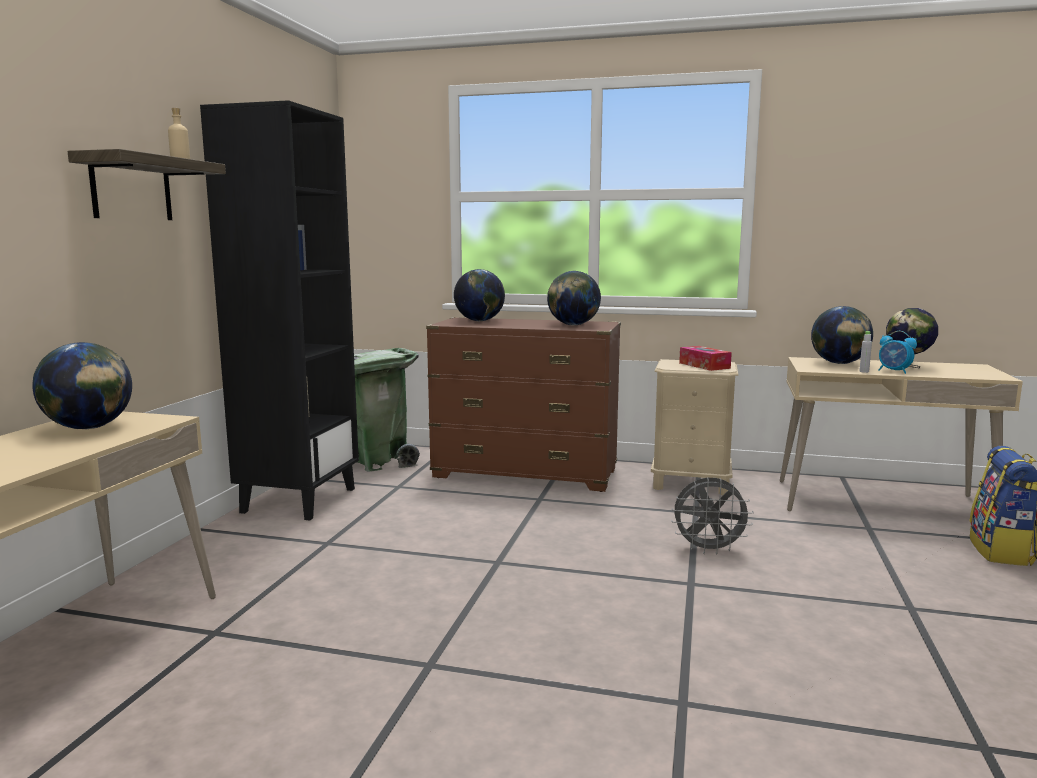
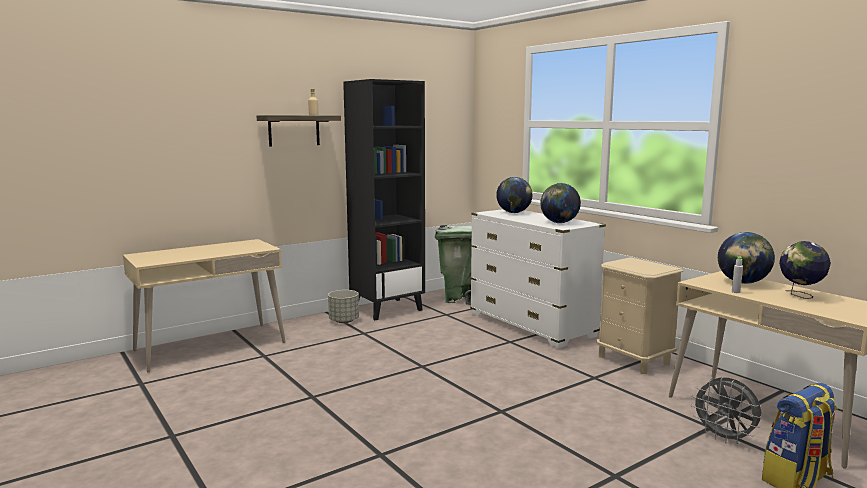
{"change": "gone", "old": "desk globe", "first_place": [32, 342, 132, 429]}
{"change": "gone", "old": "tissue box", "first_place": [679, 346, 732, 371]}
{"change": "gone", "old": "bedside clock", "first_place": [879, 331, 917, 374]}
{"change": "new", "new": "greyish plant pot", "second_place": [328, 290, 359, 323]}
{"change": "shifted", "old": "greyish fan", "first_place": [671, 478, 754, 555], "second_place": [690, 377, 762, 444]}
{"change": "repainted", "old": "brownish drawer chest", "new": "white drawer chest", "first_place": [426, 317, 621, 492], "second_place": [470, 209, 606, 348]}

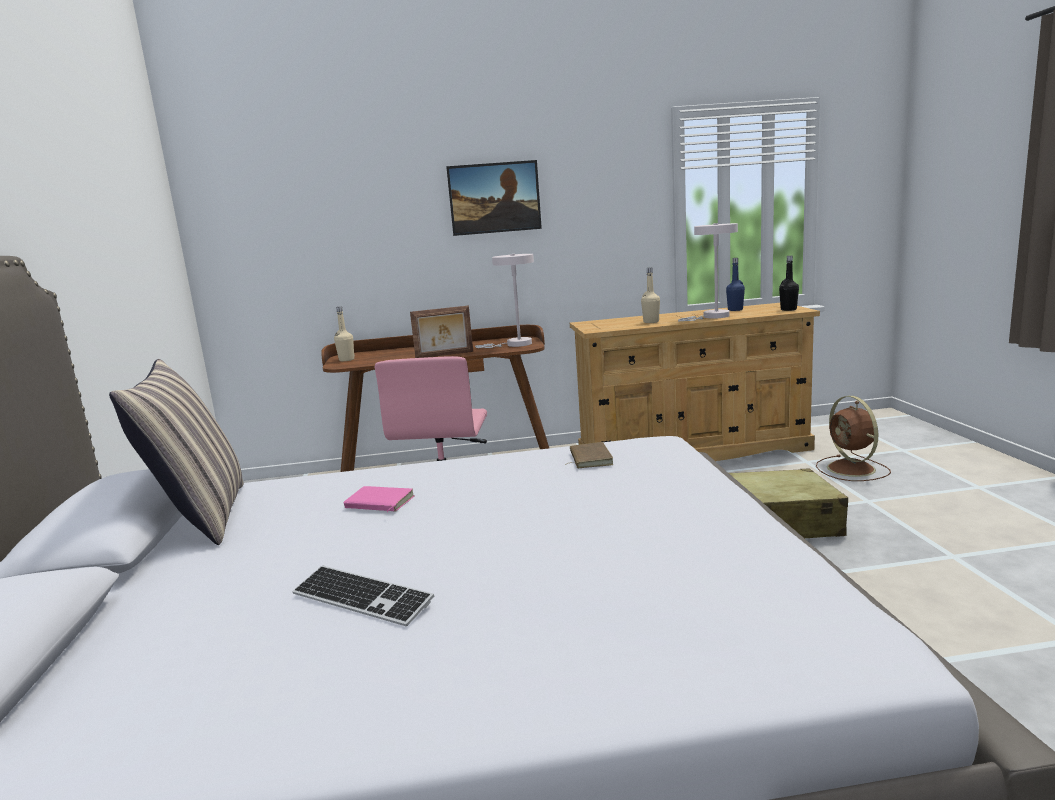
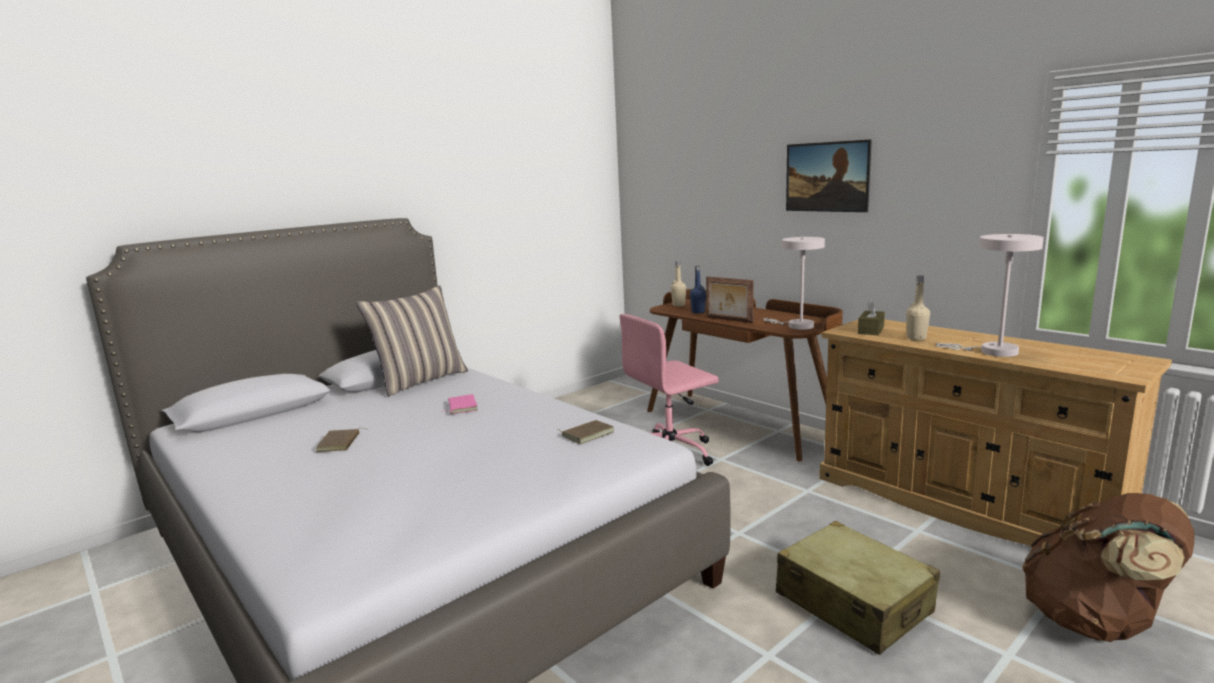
{"change": "gone", "old": "black bottle", "first_place": [779, 256, 799, 311]}
{"change": "new", "new": "brownish tissue box", "second_place": [858, 300, 885, 335]}
{"change": "shifted", "old": "blue-coloured bottle", "first_place": [726, 258, 745, 311], "second_place": [690, 266, 706, 313]}
{"change": "swapped", "old": "PC keyboard", "new": "brownish volume", "first_place": [292, 566, 434, 626], "second_place": [316, 428, 368, 452]}
{"change": "swapped", "old": "brownish fan", "new": "brownish knapsack", "first_place": [816, 396, 891, 481], "second_place": [1022, 493, 1195, 642]}

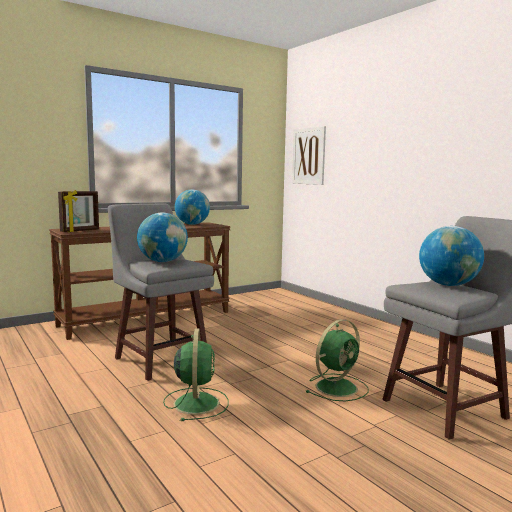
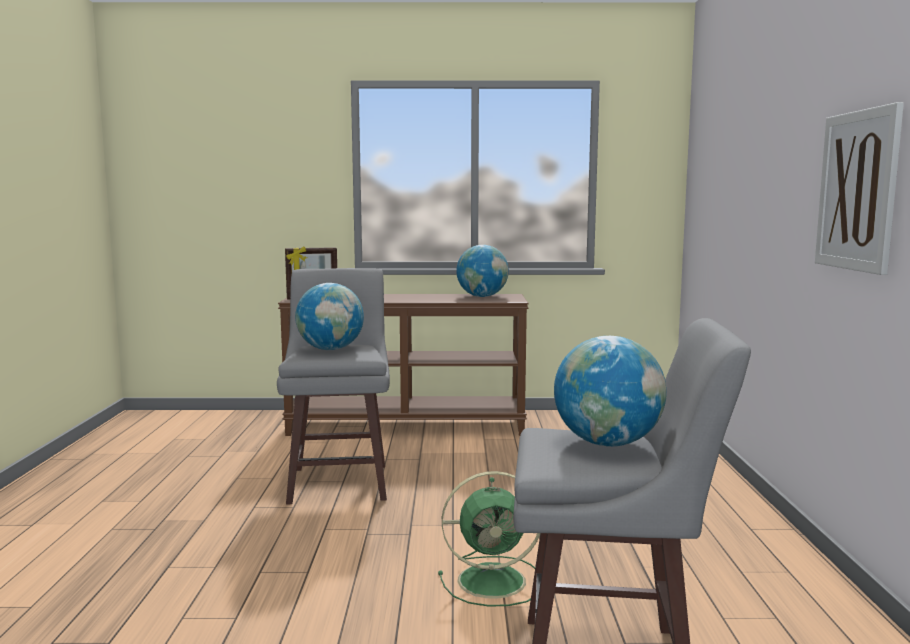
{"change": "gone", "old": "greenish fan", "first_place": [163, 329, 229, 421]}
{"change": "shifted", "old": "wall art", "first_place": [292, 126, 326, 185], "second_place": [815, 102, 904, 275]}

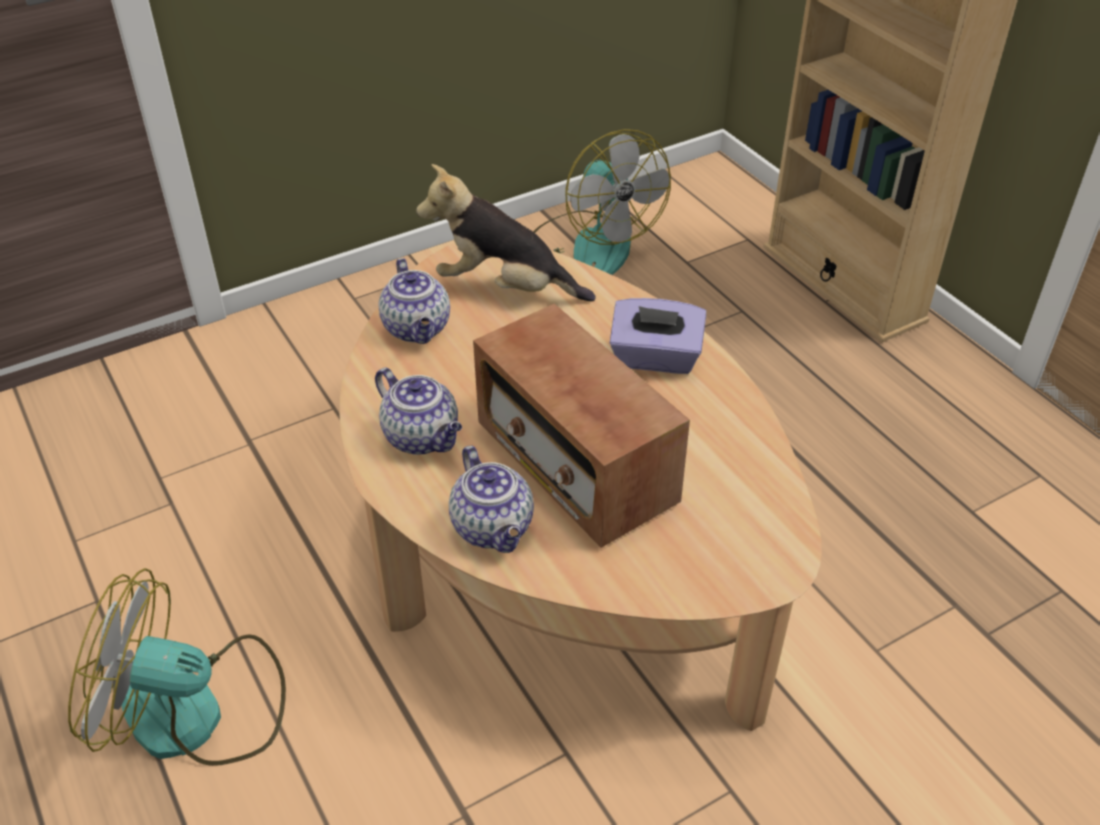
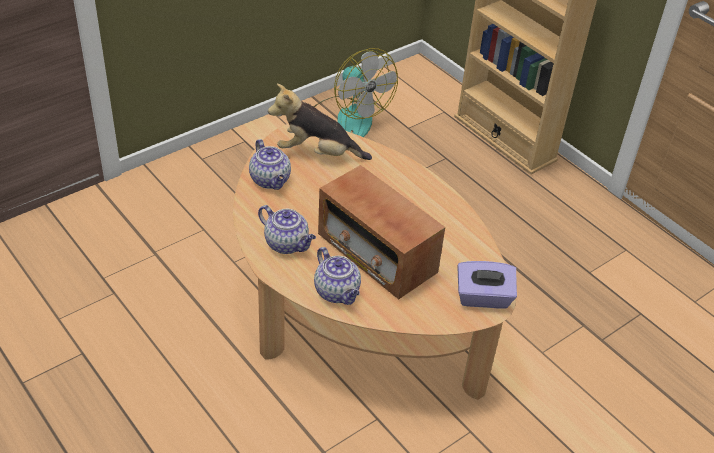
{"change": "gone", "old": "fan", "first_place": [68, 568, 286, 766]}
{"change": "shifted", "old": "purplish tissue box", "first_place": [610, 298, 706, 374], "second_place": [457, 261, 517, 309]}

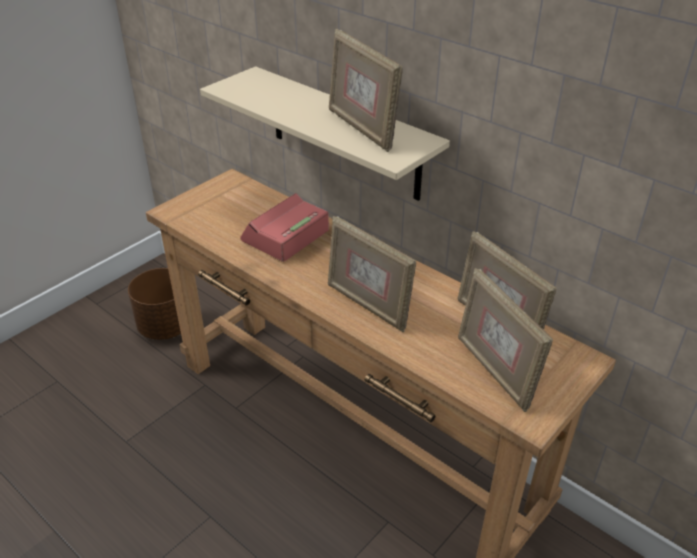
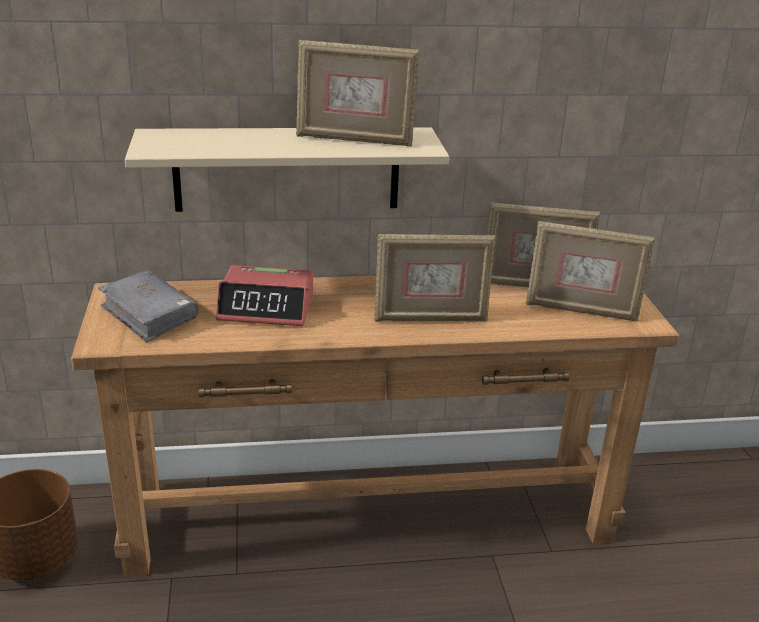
{"change": "new", "new": "greyish volume", "second_place": [98, 270, 199, 343]}
{"change": "rotated", "old": "bedside clock", "first_place": [240, 193, 329, 262], "second_place": [216, 265, 313, 326], "degrees": -75}

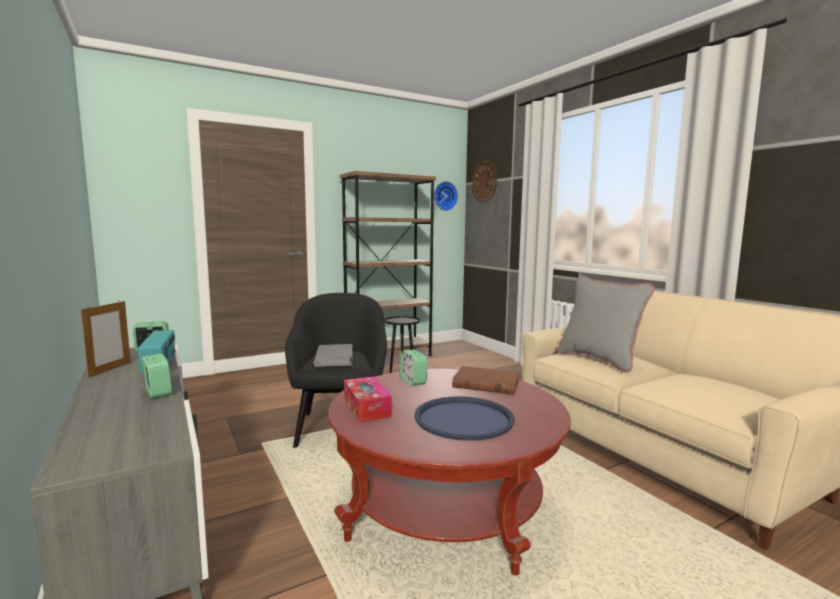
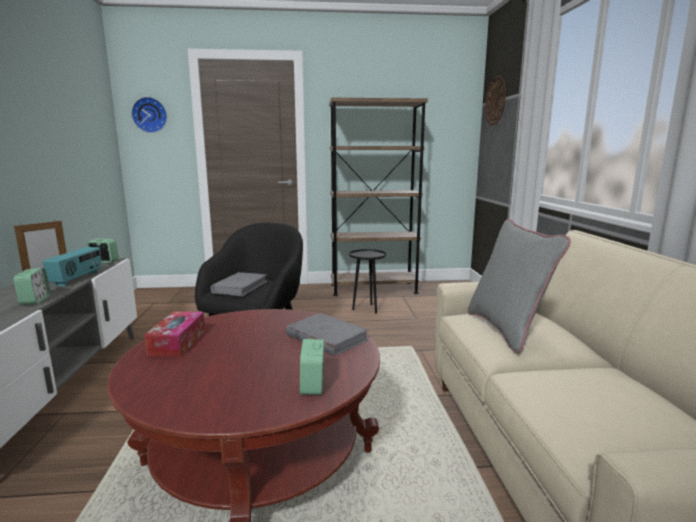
{"change": "gone", "old": "blue-coloured serving tray", "first_place": [414, 396, 515, 441]}
{"change": "shifted", "old": "bedside clock", "first_place": [400, 350, 427, 386], "second_place": [300, 339, 324, 395]}
{"change": "shifted", "old": "wall clock", "first_place": [434, 181, 458, 211], "second_place": [131, 97, 167, 133]}
{"change": "repainted", "old": "brownish volume", "new": "greyish volume", "first_place": [452, 366, 520, 395], "second_place": [286, 313, 369, 356]}

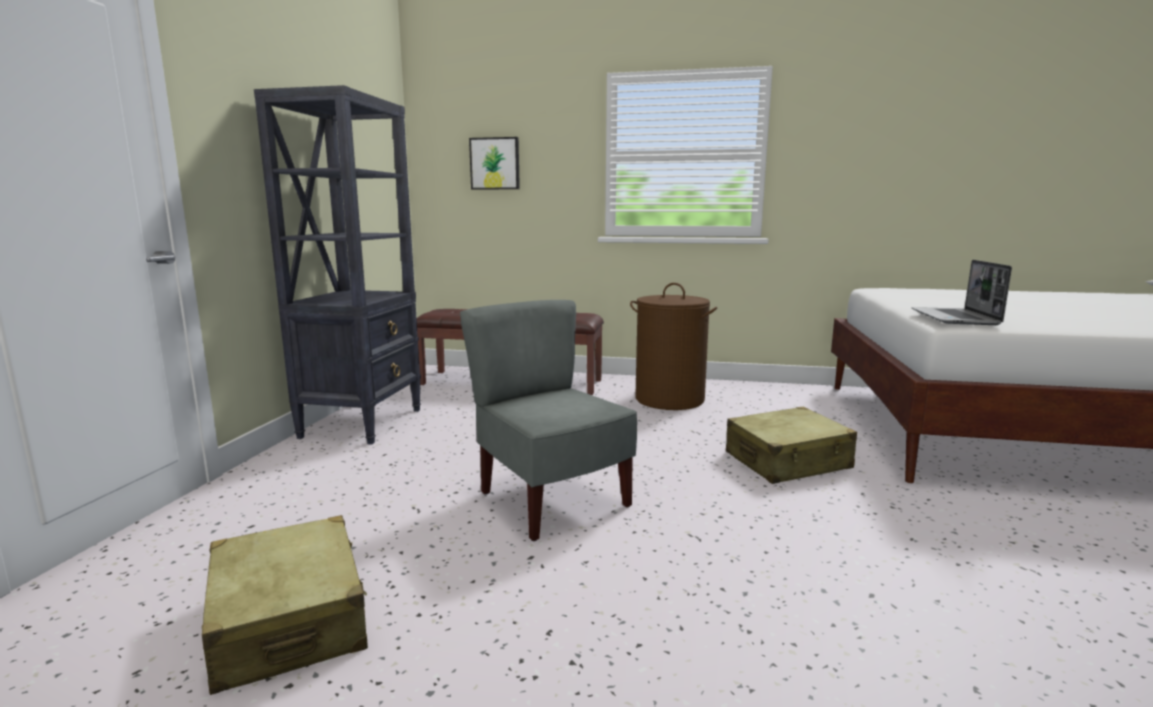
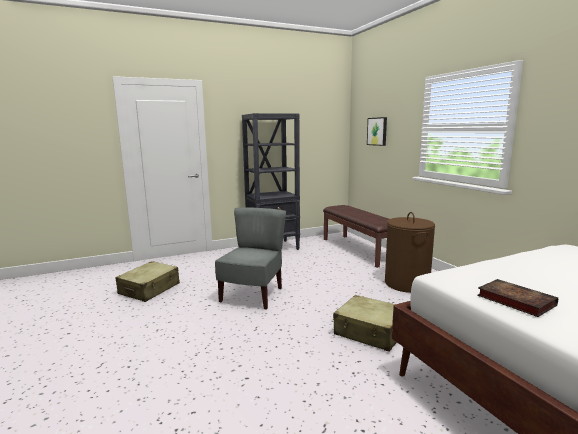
{"change": "gone", "old": "notebook computer", "first_place": [911, 260, 1012, 325]}
{"change": "new", "new": "volume", "second_place": [477, 279, 558, 317]}

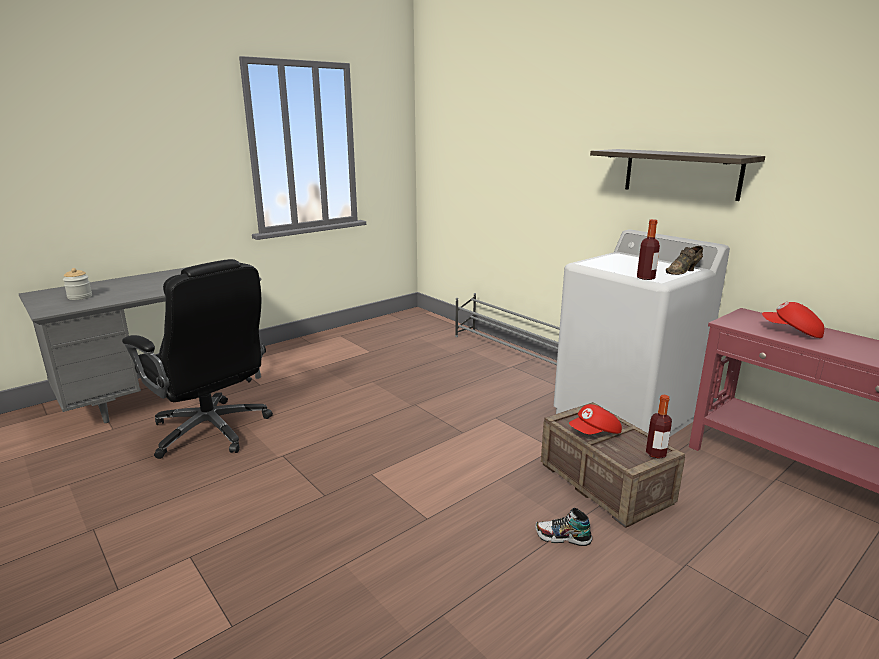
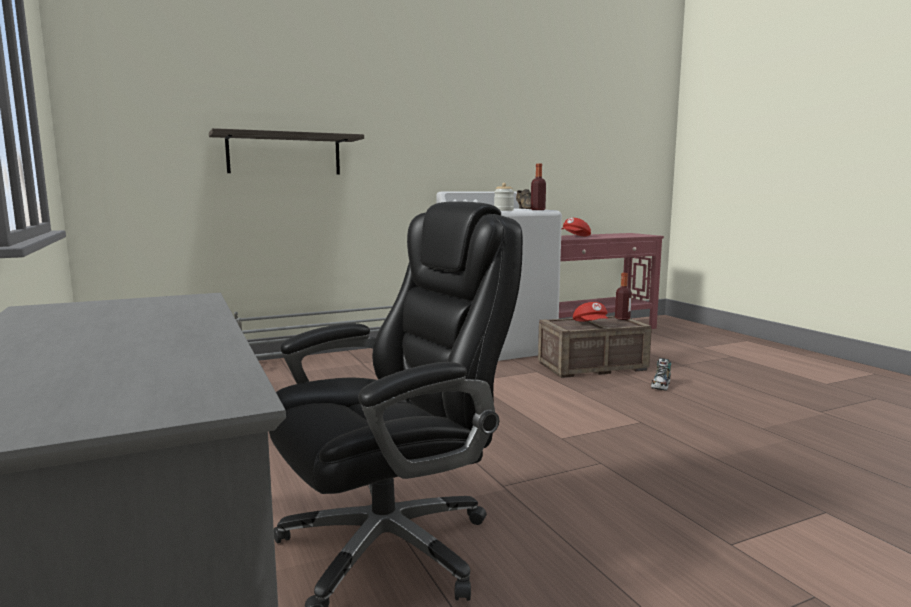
{"change": "shifted", "old": "jar", "first_place": [63, 268, 92, 300], "second_place": [494, 183, 514, 211]}
{"change": "shifted", "old": "wall shelf", "first_place": [590, 149, 765, 201], "second_place": [209, 128, 364, 175]}

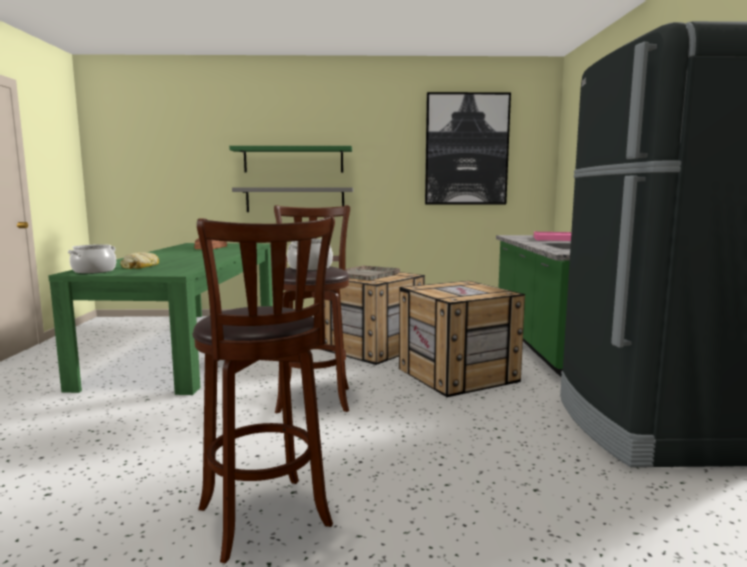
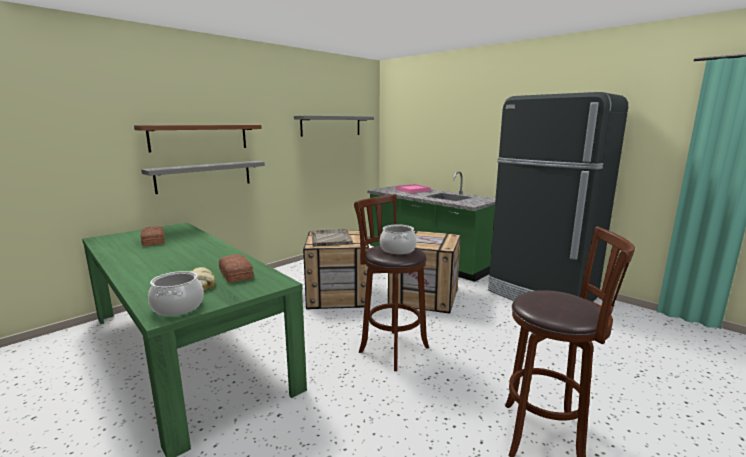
{"change": "new", "new": "baked bread", "second_place": [219, 254, 254, 283]}
{"change": "swapped", "old": "wall art", "new": "greyish wall shelf", "first_place": [425, 92, 511, 205], "second_place": [294, 116, 374, 137]}
{"change": "repainted", "old": "greenish wall shelf", "new": "brownish wall shelf", "first_place": [229, 146, 352, 173], "second_place": [134, 125, 262, 152]}

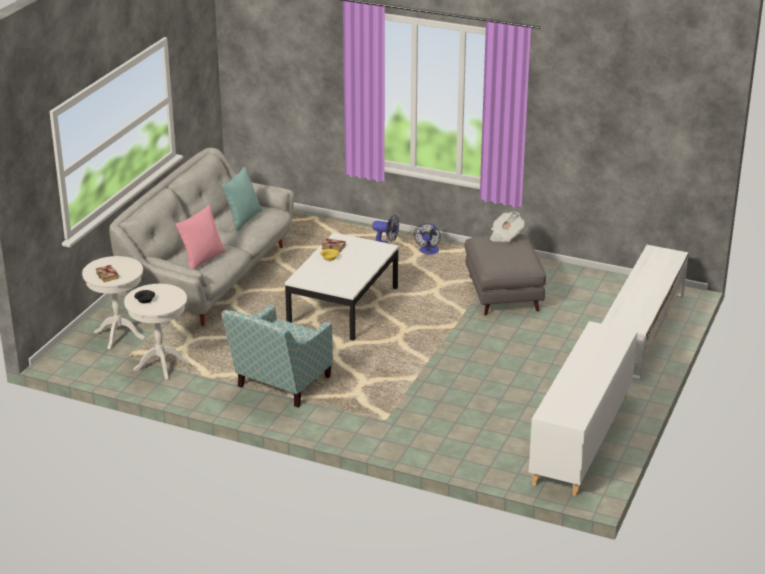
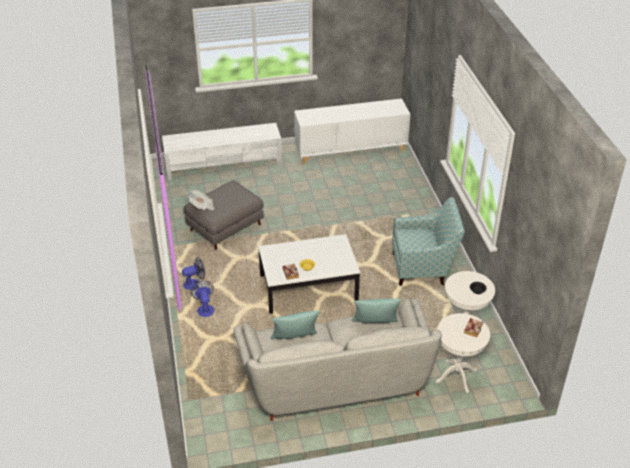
{"change": "repainted", "old": "pink throw pillow", "new": "blue-green throw pillow", "first_place": [176, 204, 226, 270], "second_place": [352, 299, 402, 323]}

